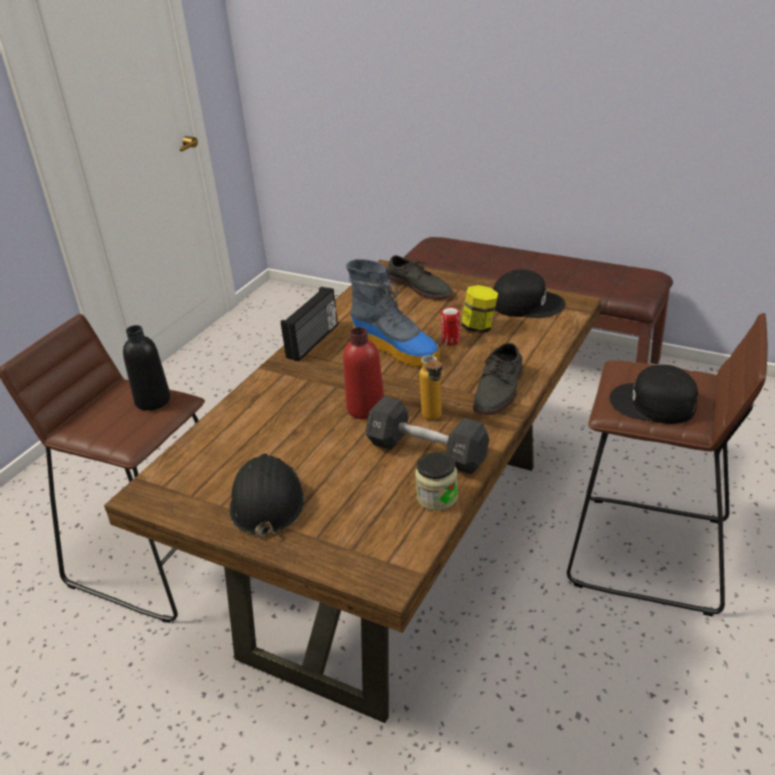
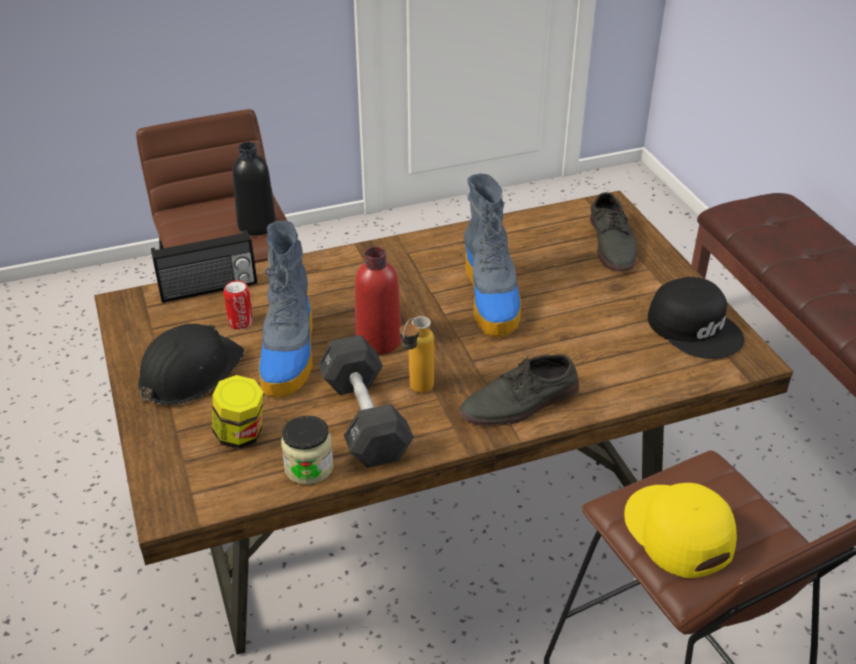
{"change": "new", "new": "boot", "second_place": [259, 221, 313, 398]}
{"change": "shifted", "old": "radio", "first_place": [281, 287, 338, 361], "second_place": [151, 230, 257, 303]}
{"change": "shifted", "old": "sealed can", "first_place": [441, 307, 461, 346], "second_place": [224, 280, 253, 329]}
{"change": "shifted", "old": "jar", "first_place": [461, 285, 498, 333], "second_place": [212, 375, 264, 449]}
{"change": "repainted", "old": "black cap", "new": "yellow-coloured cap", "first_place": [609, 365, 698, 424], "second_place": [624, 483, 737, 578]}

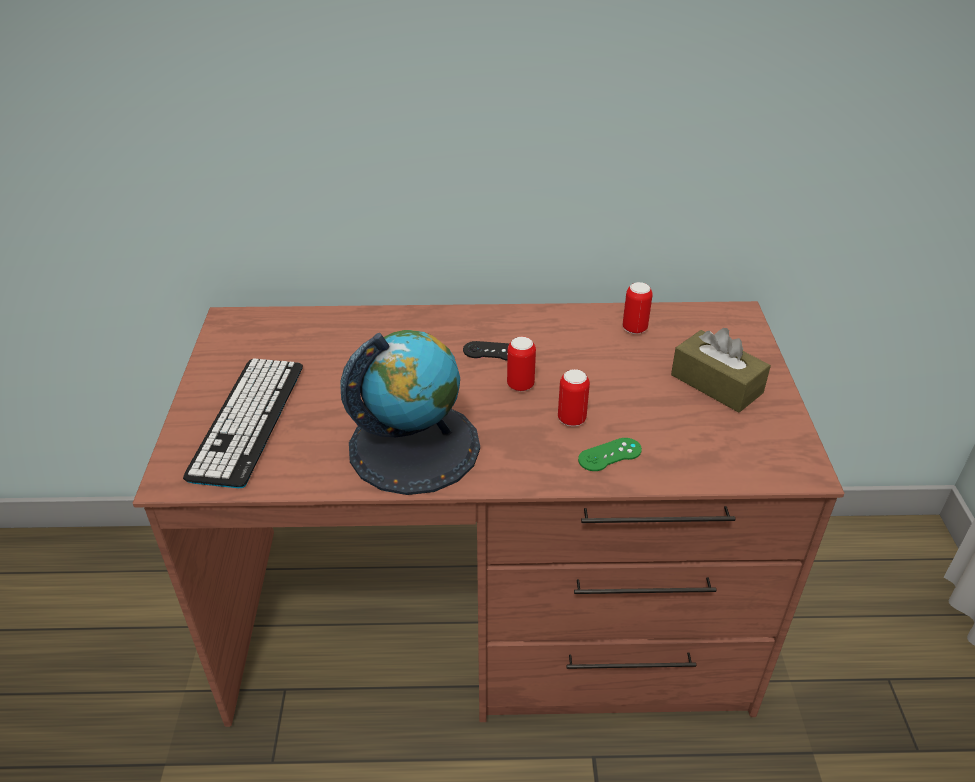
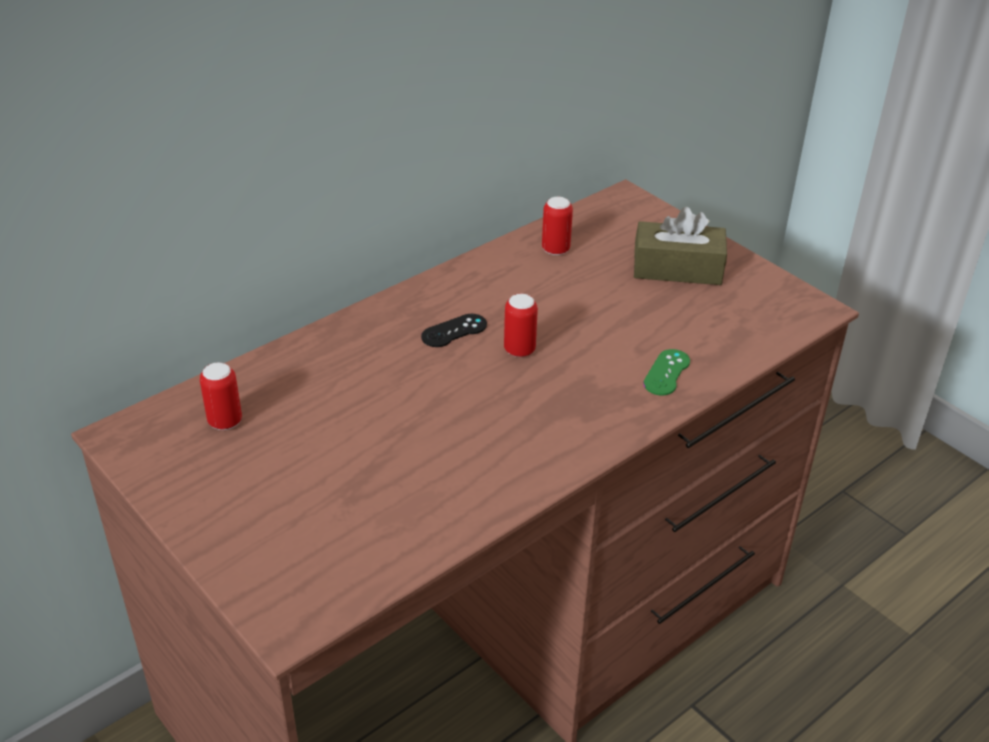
{"change": "gone", "old": "PC keyboard", "first_place": [183, 358, 303, 488]}
{"change": "gone", "old": "desk globe", "first_place": [340, 330, 480, 495]}
{"change": "shifted", "old": "sealed can", "first_place": [558, 369, 590, 427], "second_place": [200, 362, 242, 430]}

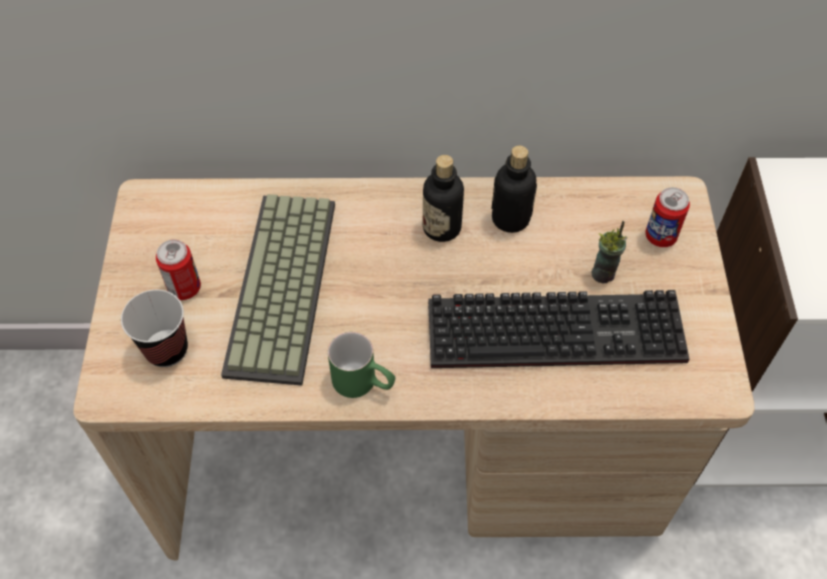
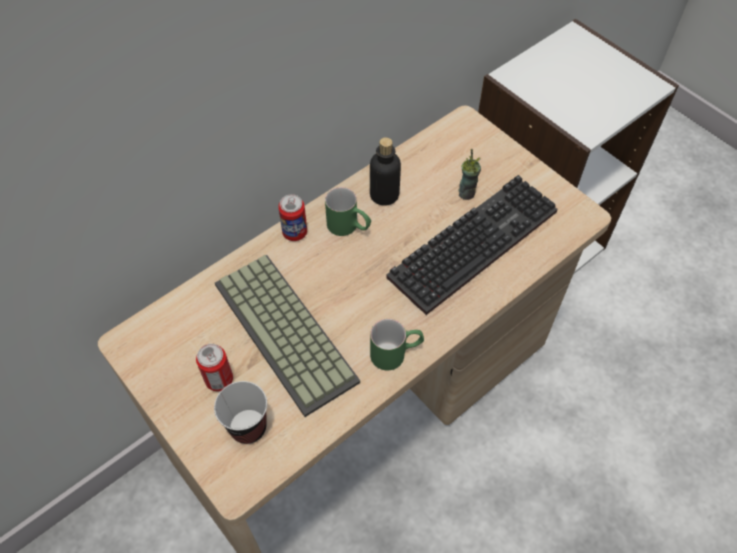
{"change": "shifted", "old": "sealed can", "first_place": [645, 187, 690, 247], "second_place": [278, 194, 307, 241]}
{"change": "swapped", "old": "bottle", "new": "greenish tea mug", "first_place": [423, 155, 464, 242], "second_place": [325, 187, 371, 236]}

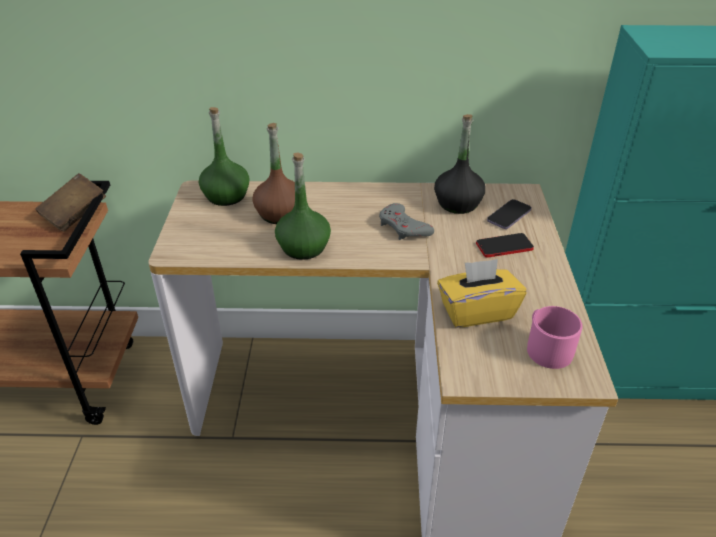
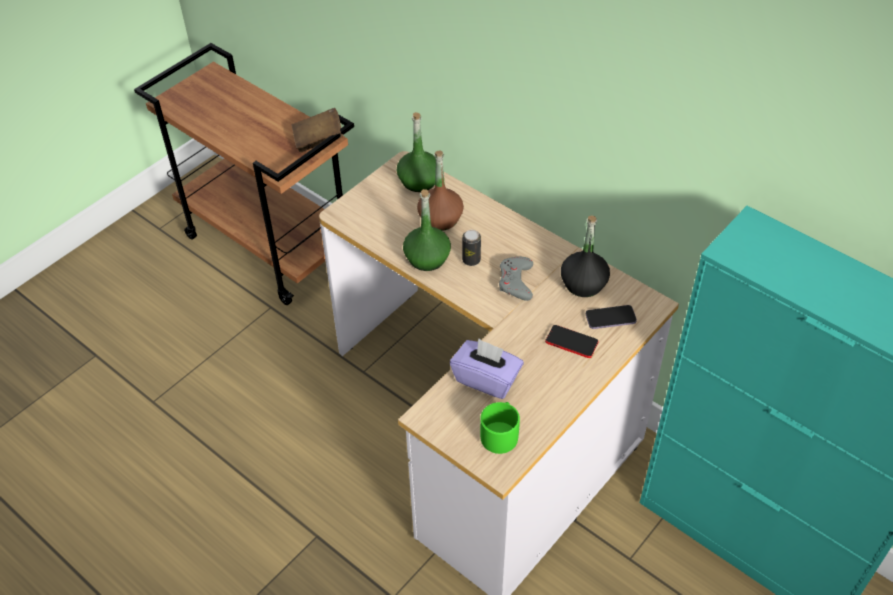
{"change": "new", "new": "sealed can", "second_place": [462, 230, 481, 266]}
{"change": "repainted", "old": "yellow-coloured tissue box", "new": "purplish tissue box", "first_place": [437, 259, 527, 328], "second_place": [450, 338, 524, 399]}
{"change": "repainted", "old": "pink tea mug", "new": "greenish tea mug", "first_place": [527, 306, 583, 369], "second_place": [480, 402, 520, 454]}

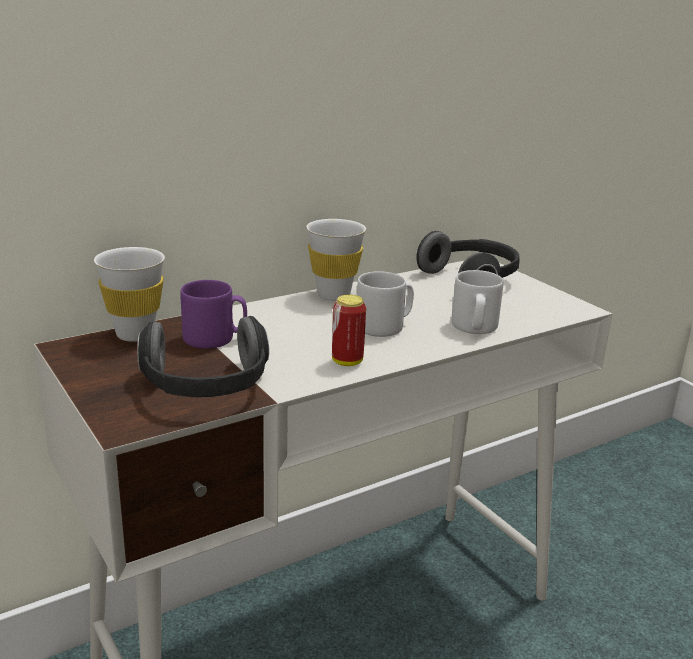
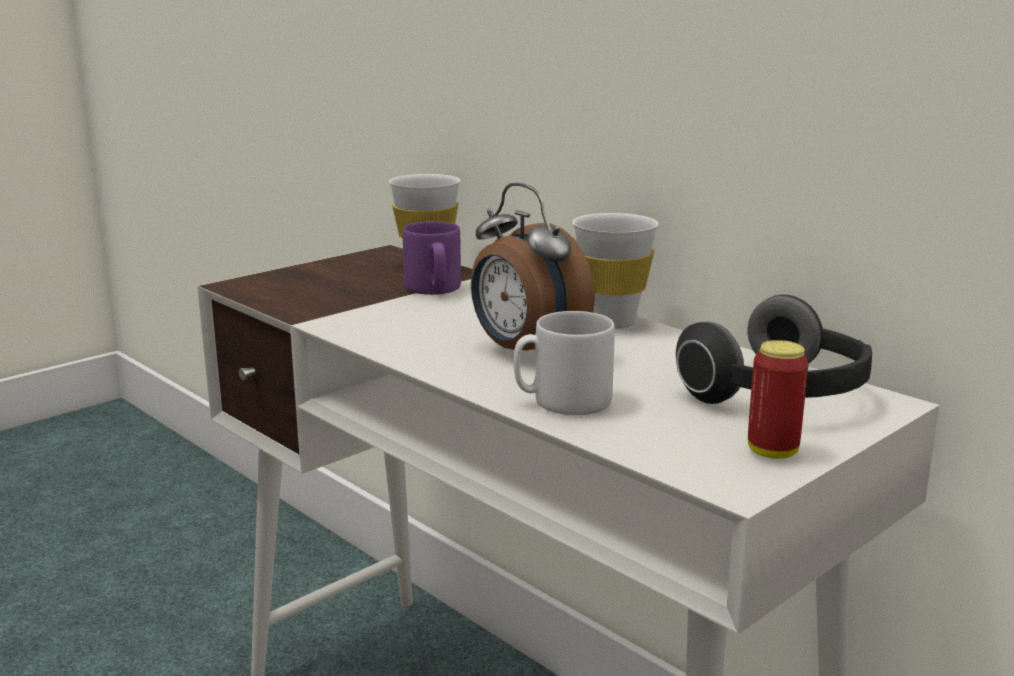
{"change": "gone", "old": "headset", "first_place": [137, 316, 269, 397]}
{"change": "shifted", "old": "sealed can", "first_place": [332, 295, 366, 366], "second_place": [748, 340, 808, 459]}
{"change": "swapped", "old": "greyish tea mug", "new": "bedside clock", "first_place": [357, 271, 414, 337], "second_place": [471, 183, 595, 351]}

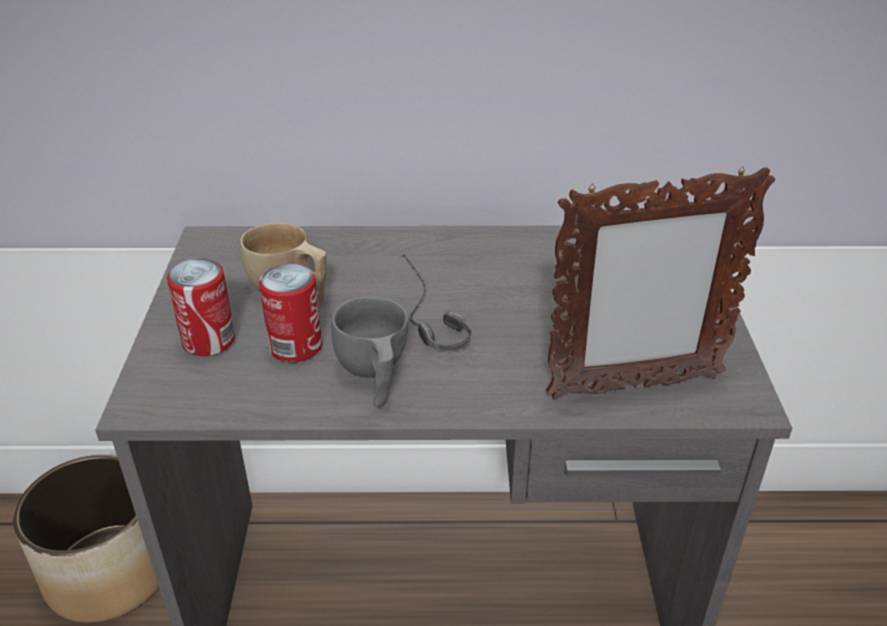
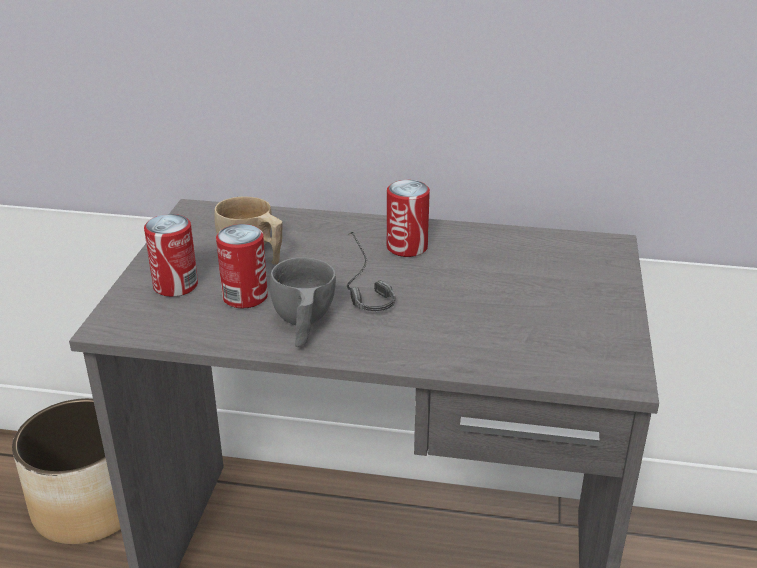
{"change": "gone", "old": "picture frame", "first_place": [546, 166, 775, 400]}
{"change": "new", "new": "sealed can", "second_place": [387, 180, 430, 257]}

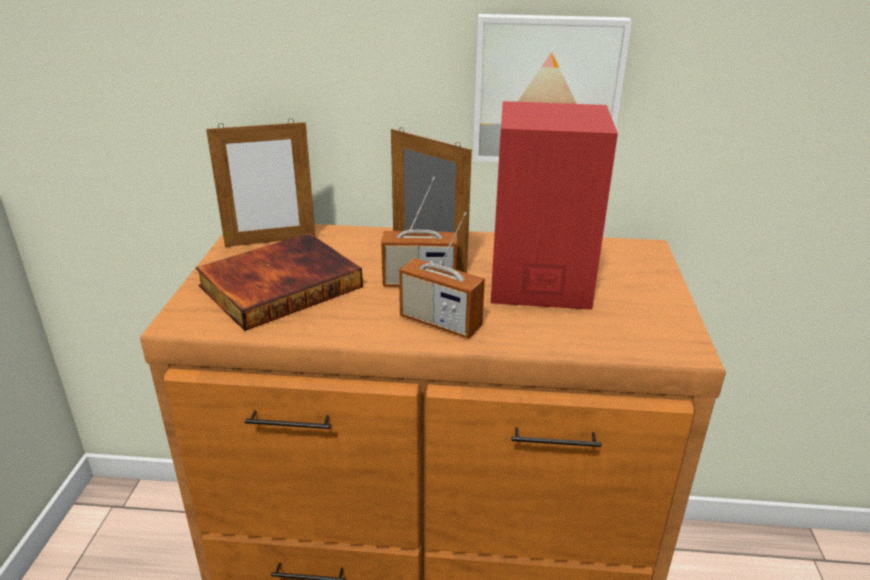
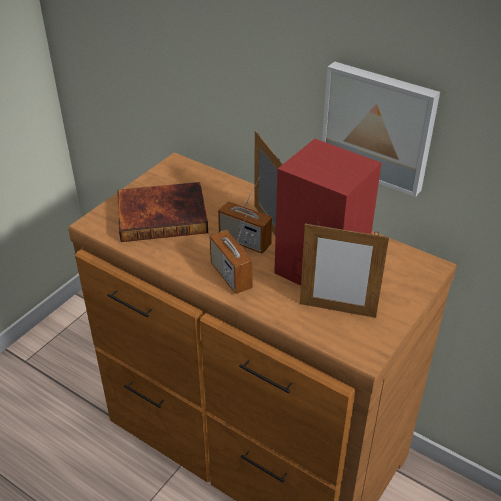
{"change": "shifted", "old": "picture frame", "first_place": [206, 119, 316, 247], "second_place": [300, 222, 389, 318]}

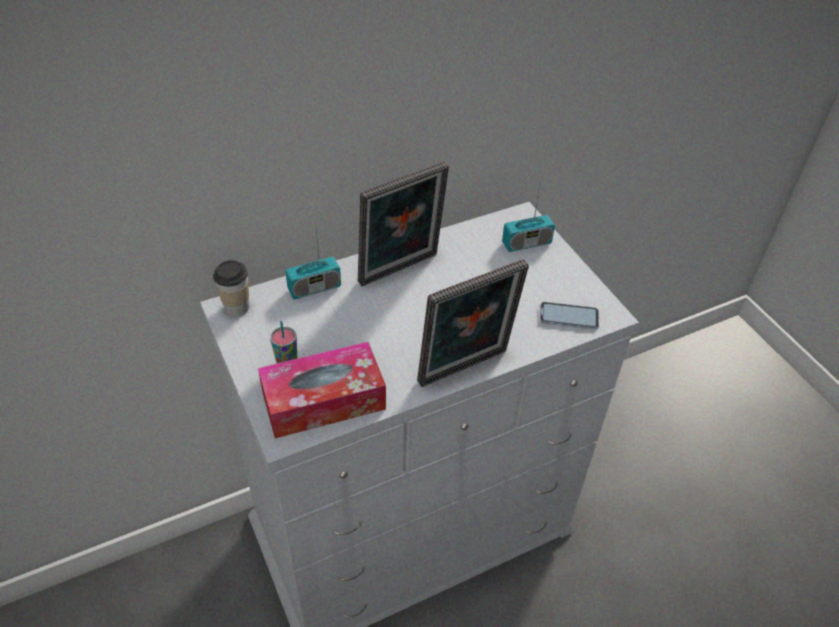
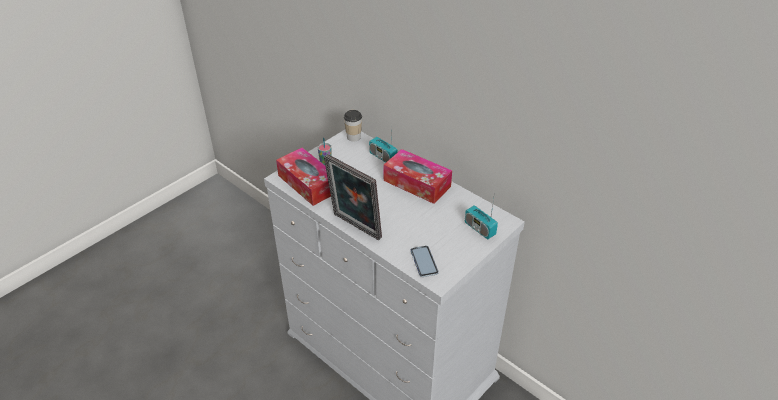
{"change": "swapped", "old": "picture frame", "new": "tissue box", "first_place": [358, 162, 449, 286], "second_place": [384, 149, 452, 204]}

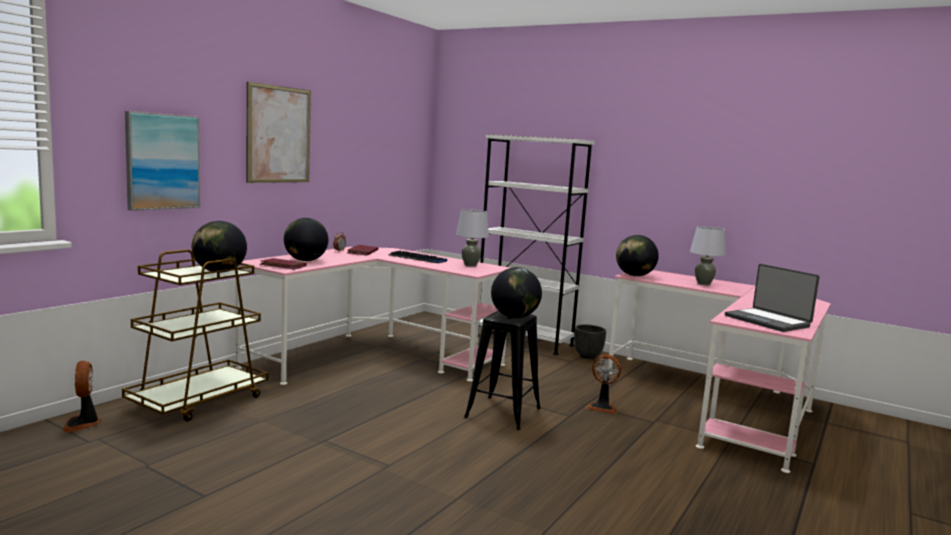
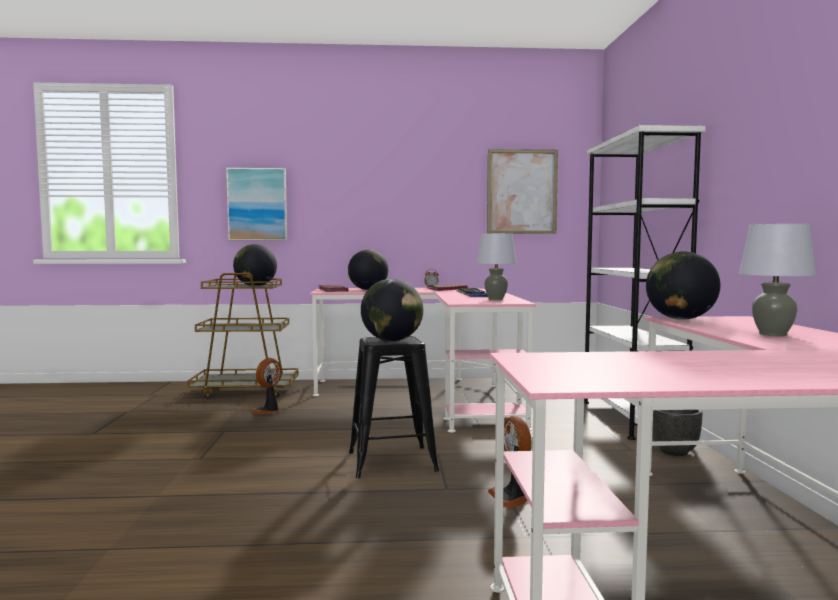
{"change": "gone", "old": "notebook computer", "first_place": [725, 264, 820, 332]}
{"change": "shifted", "old": "fan", "first_place": [63, 361, 101, 432], "second_place": [250, 358, 282, 414]}
{"change": "shifted", "old": "wall art", "first_place": [247, 81, 311, 183], "second_place": [487, 149, 558, 234]}

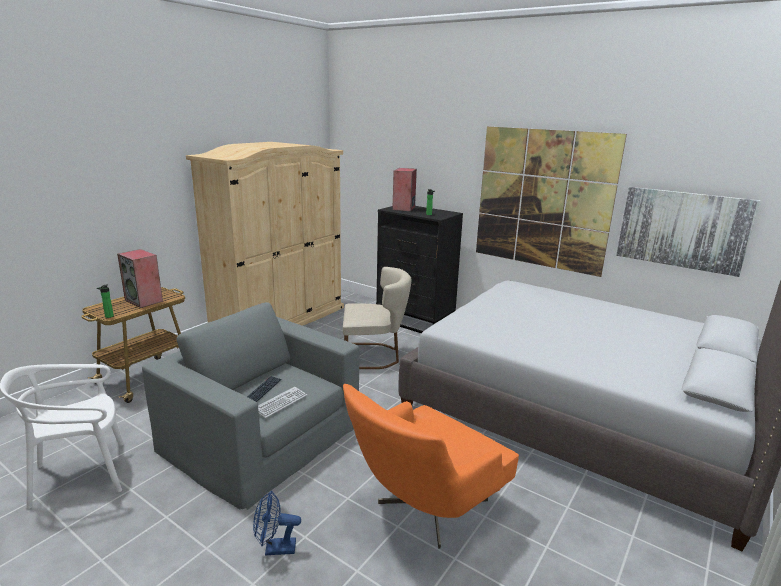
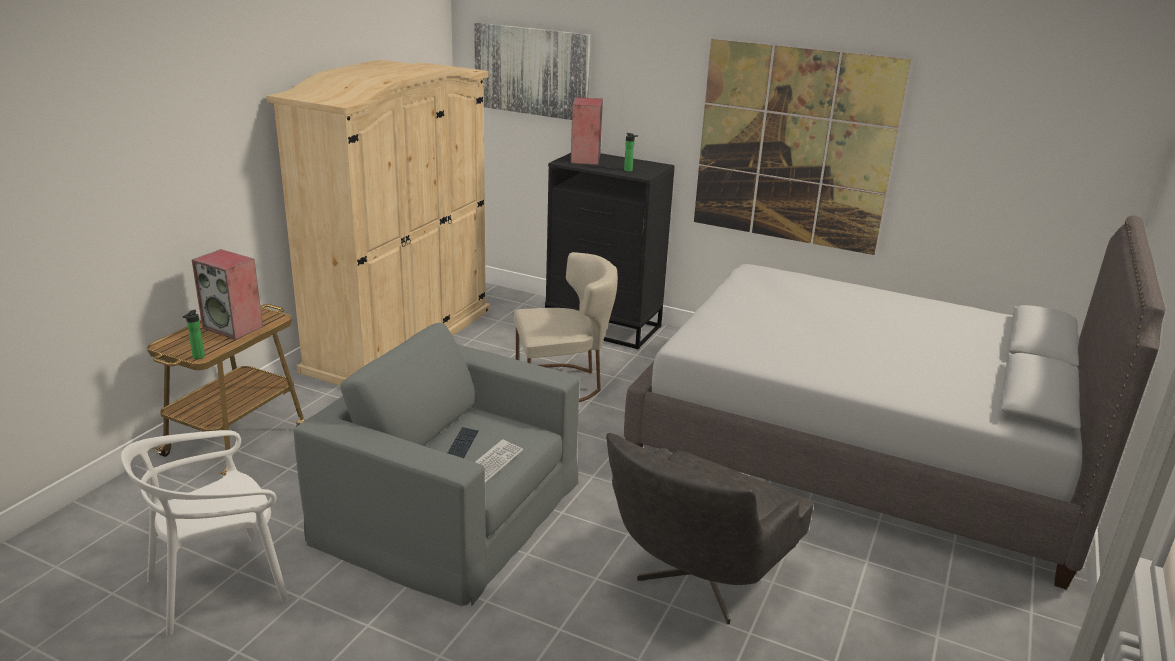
{"change": "gone", "old": "blue-coloured fan", "first_place": [253, 491, 301, 556]}
{"change": "shifted", "old": "wall art", "first_place": [616, 187, 760, 277], "second_place": [474, 23, 591, 120]}
{"change": "repainted", "old": "orange-coloured lounge chair", "new": "greyish lounge chair", "first_place": [343, 384, 519, 549], "second_place": [606, 433, 814, 624]}

